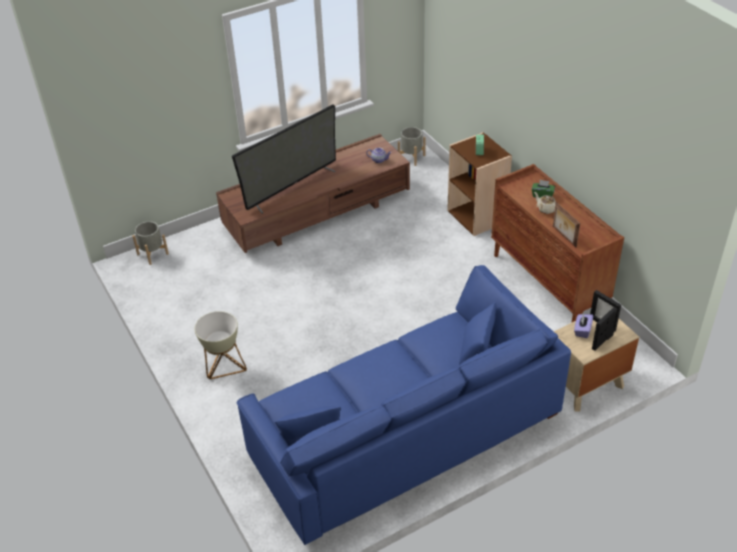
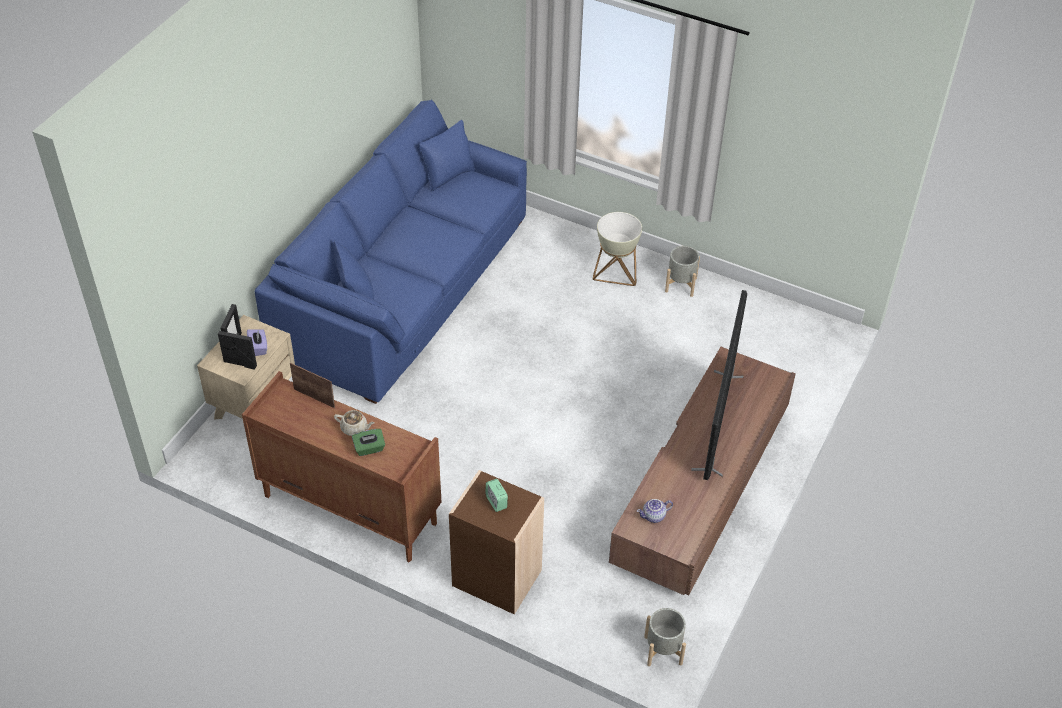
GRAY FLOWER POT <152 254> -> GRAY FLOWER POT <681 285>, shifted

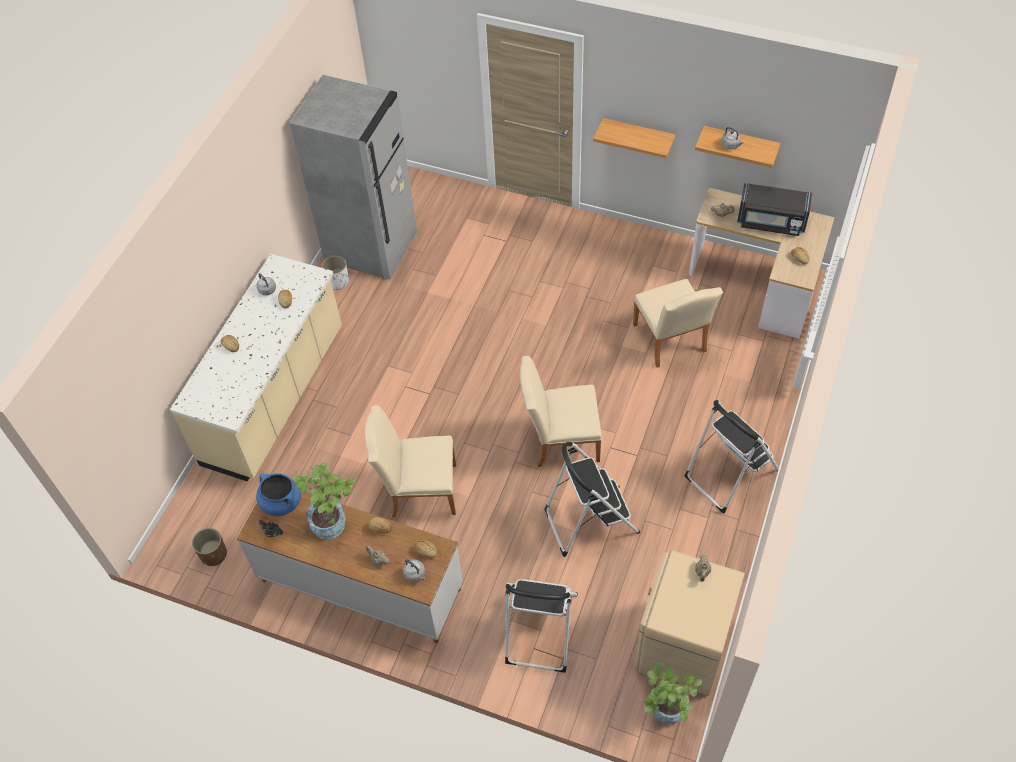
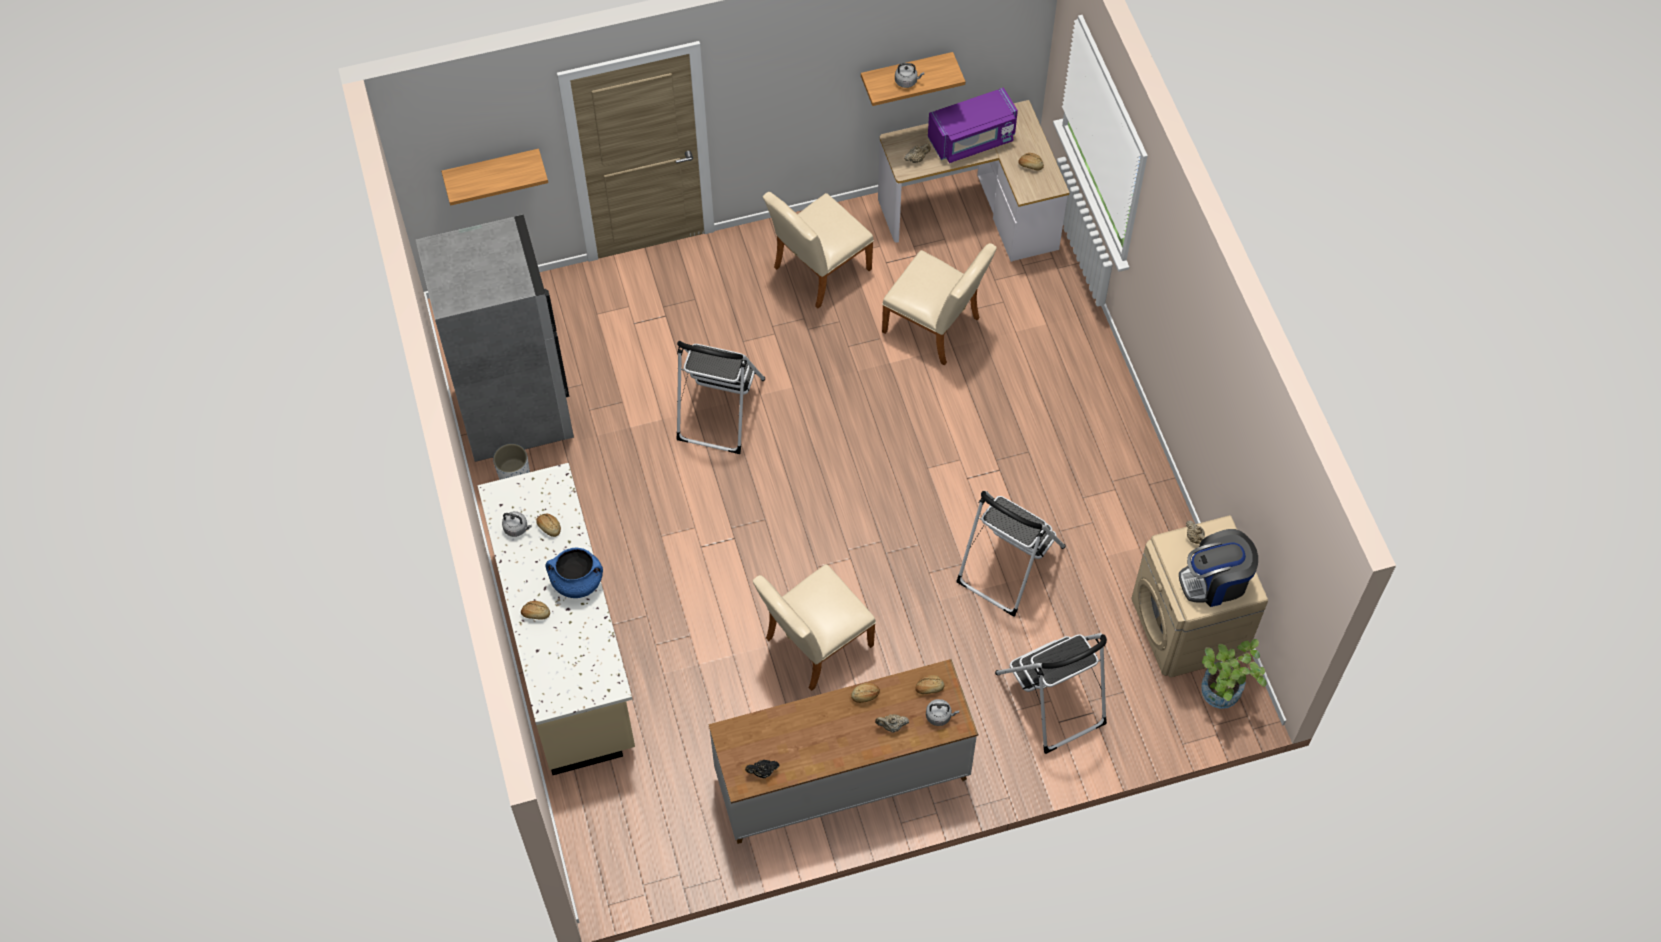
BROWN FLOWER POT <213 554> -> none
BLUE SAUCEPOT <281 502> -> BLUE SAUCEPOT <577 582>, shifted
PLANT IN A POT <333 521> -> none
BEIGE-COLOURED CHAIR <559 440> -> BEIGE-COLOURED CHAIR <817 271>, shifted
WALL SHELF <638 135> -> WALL SHELF <492 170>, shifted
STEPLADDER <729 474> -> STEPLADDER <719 411>, shifted
BLACK-COLOURED MICROWAVE OVEN <771 222> -> PURPLE MICROWAVE OVEN <972 139>
none -> COFFEE MACHINE <1215 581>

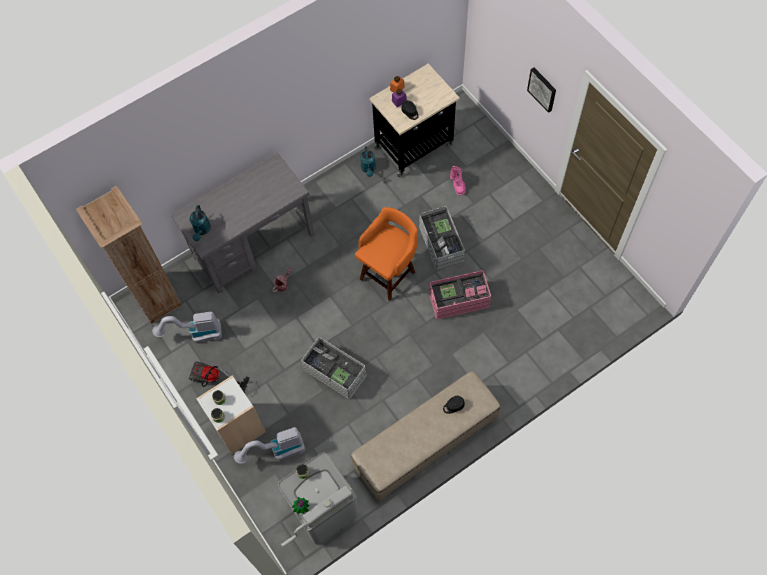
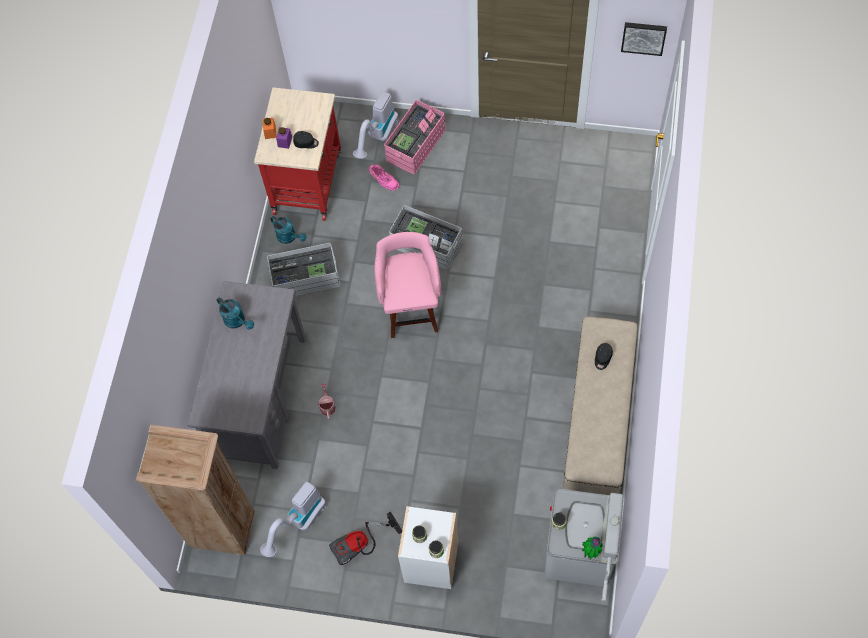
BLUE-GREEN WATERING POT <202 230> -> BLUE-GREEN WATERING POT <237 321>, shifted
VACUUM <277 451> -> VACUUM <378 137>, shifted
GRAY STORAGE CONTAINER <334 372> -> GRAY STORAGE CONTAINER <305 278>, shifted
ORANGE SITTING STOOL <389 274> -> PINK SITTING STOOL <411 310>
BLACK-COLOURED TROLLEY <413 145> -> RED-COLOURED TROLLEY <307 182>
PINK STORAGE CONTAINER <459 299> -> PINK STORAGE CONTAINER <415 144>, shifted
PICTURE <542 89> -> PICTURE <643 37>, shifted

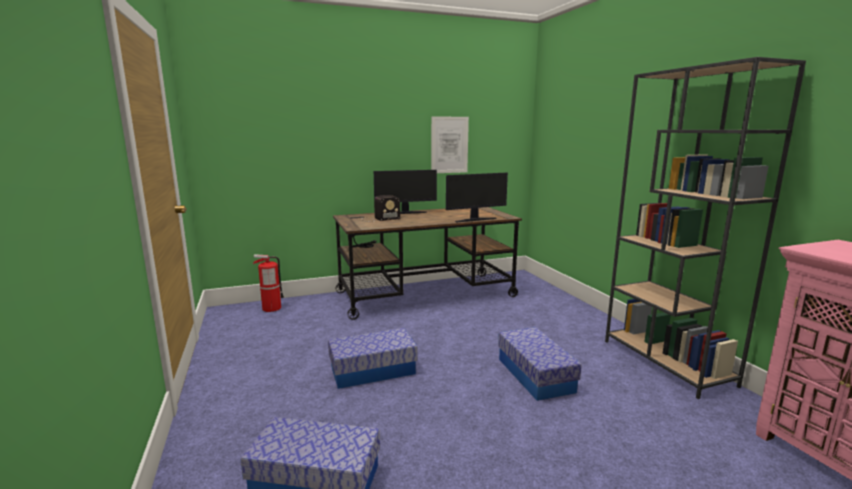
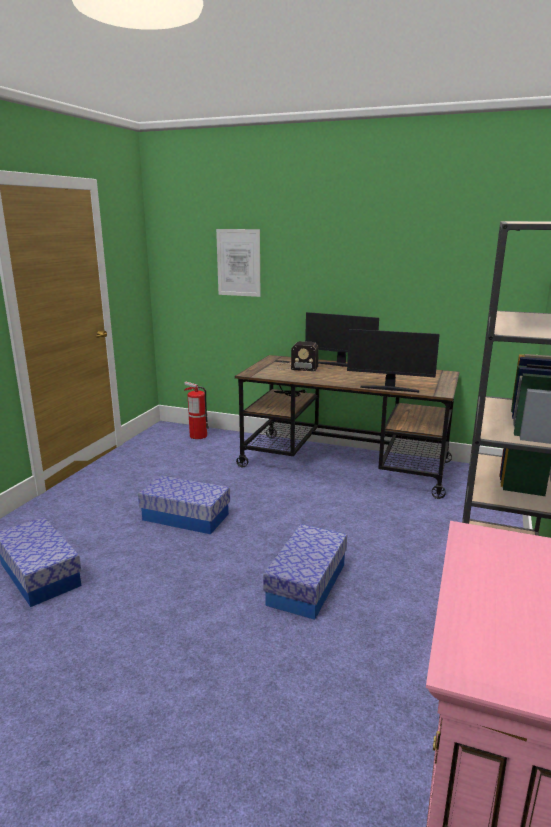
PICTURE <449 145> -> PICTURE <238 262>, shifted

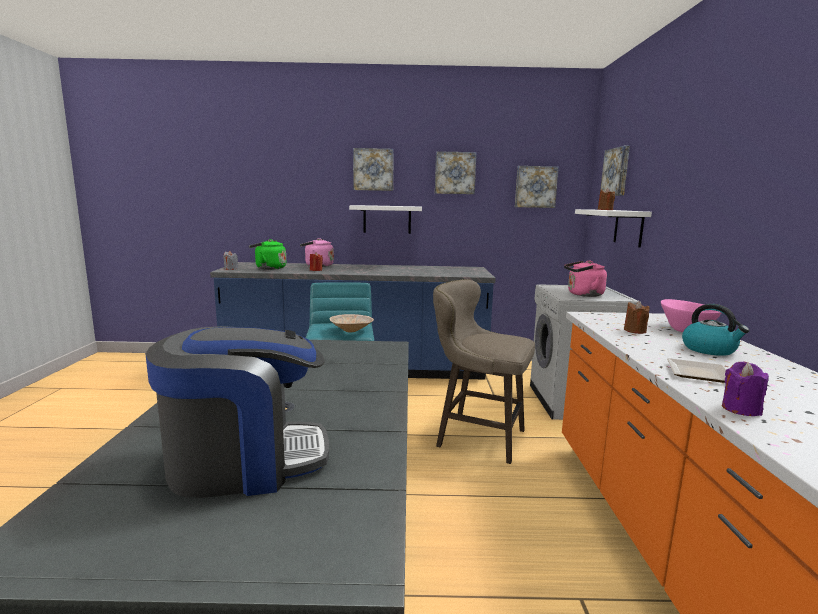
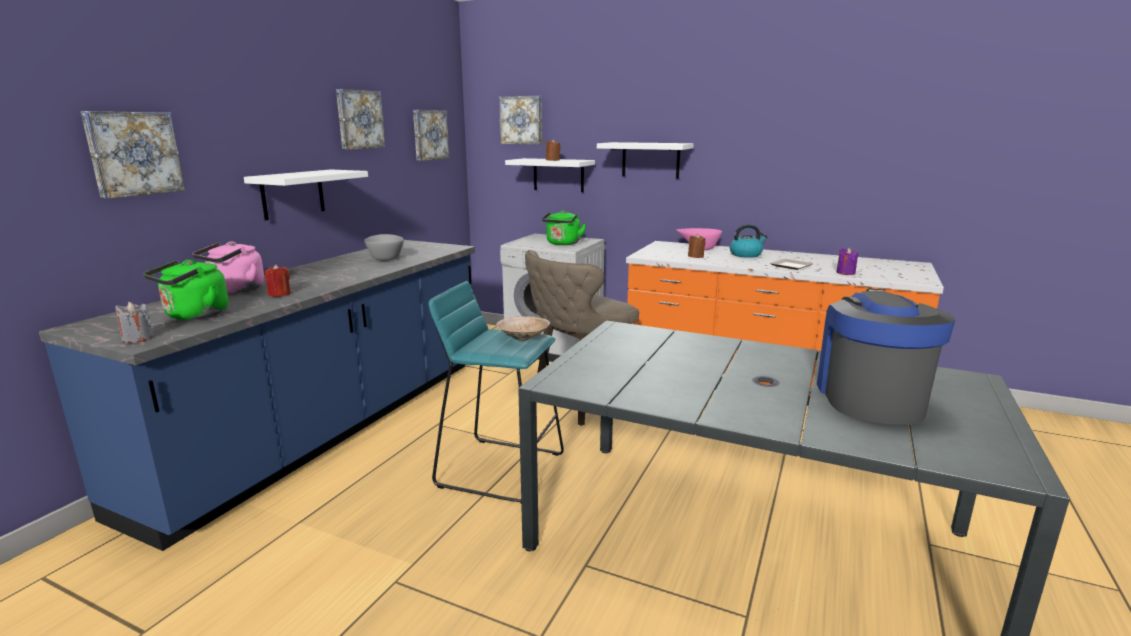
PICTURE <373 169> -> PICTURE <133 153>, shifted
PINK TEA KETTLE <583 294> -> GREEN TEA KETTLE <562 244>
none -> GRAY DEEP DISH <385 258>
none -> WHITE-COLOURED WALL SHELF <650 160>

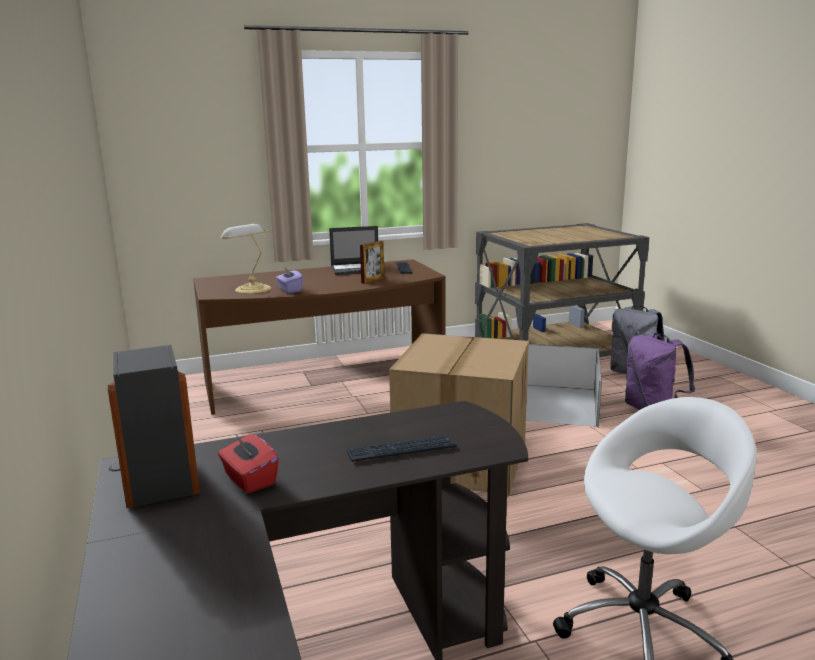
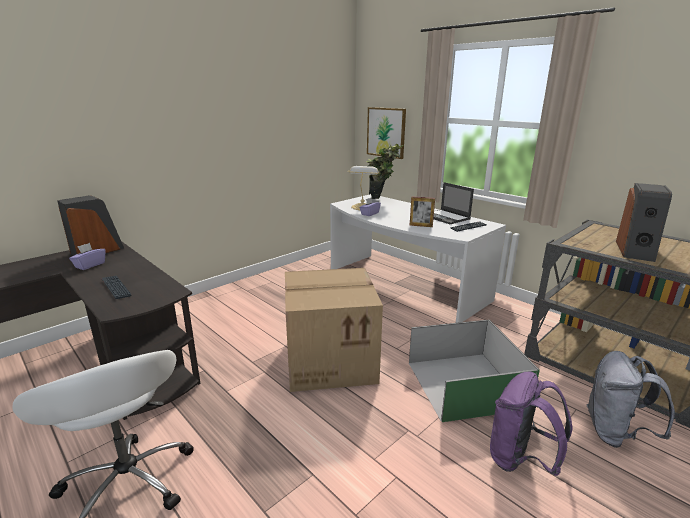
BROWN DESK TABLE <326 383> -> WHITE-COLOURED DESK TABLE <403 285>
RED-COLOURED BOX OF TISSUES <249 480> -> PURPLE BOX OF TISSUES <90 265>
none -> PLANT IN A POT <382 200>
none -> PICTURE <386 132>
none -> AUDIO SPEAKER <636 251>

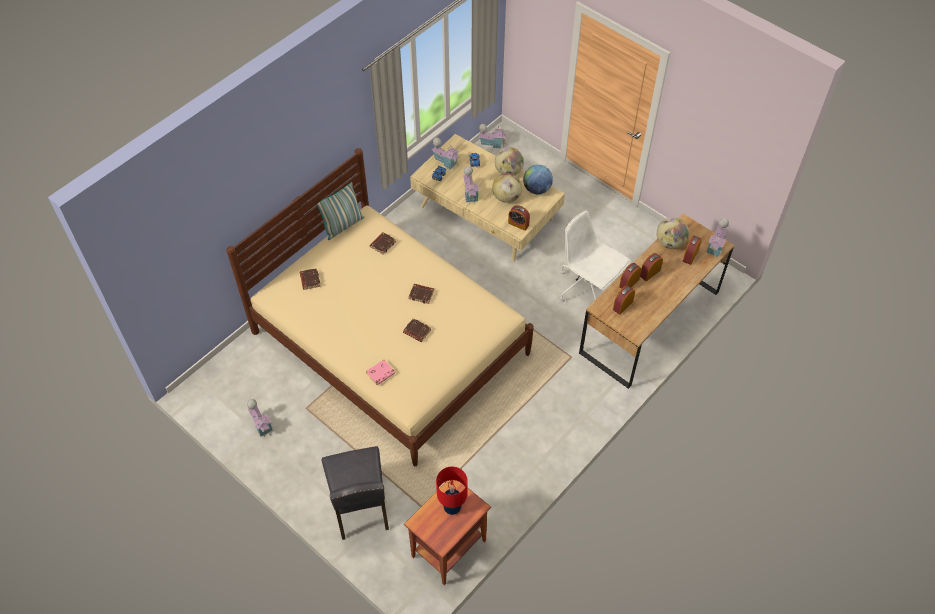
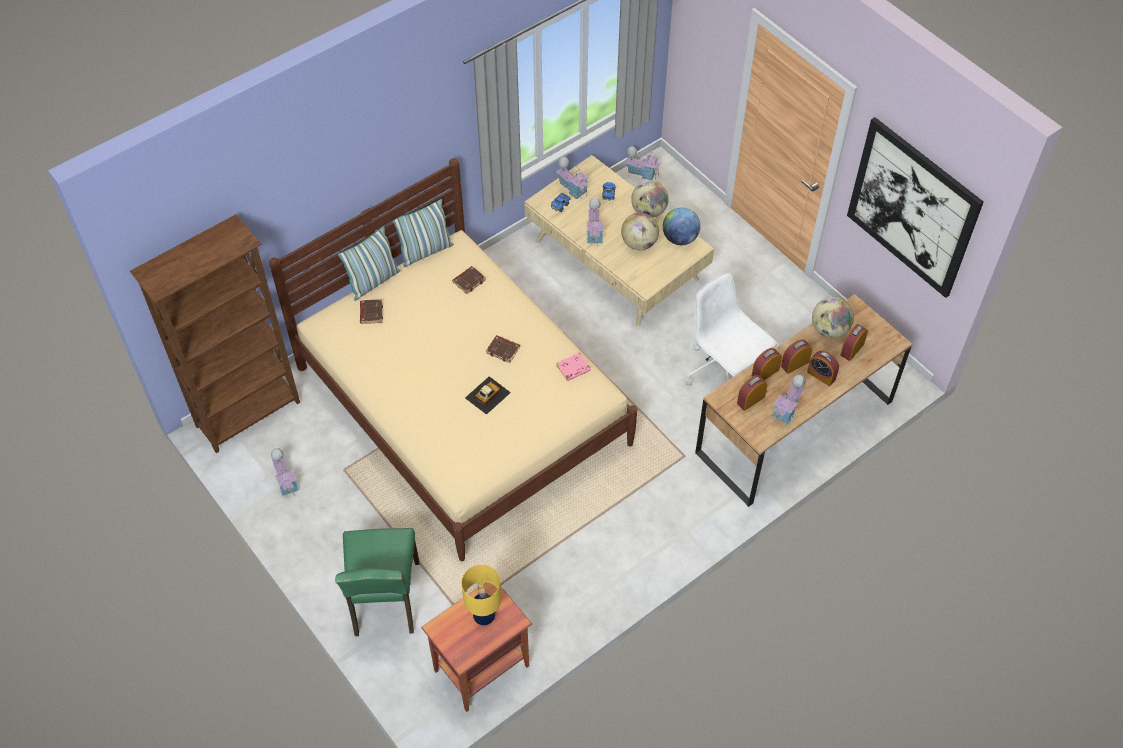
GRAY CHAIR <360 507> -> GREEN CHAIR <384 600>
PINK VOLUME <380 374> -> PINK VOLUME <573 369>, shifted
BROWN VOLUME <416 331> -> TOY CAR <487 395>
RED-COLOURED TABLE LAMP <452 507> -> YELLOW TABLE LAMP <484 617>
BEDSIDE CLOCK <518 224> -> BEDSIDE CLOCK <821 375>, shifted
MODEL HOUSE <715 247> -> MODEL HOUSE <787 410>, shifted
none -> BROWN BOOKSHELF <249 414>
none -> THROW PILLOW <373 281>
none -> PICTURE <912 207>

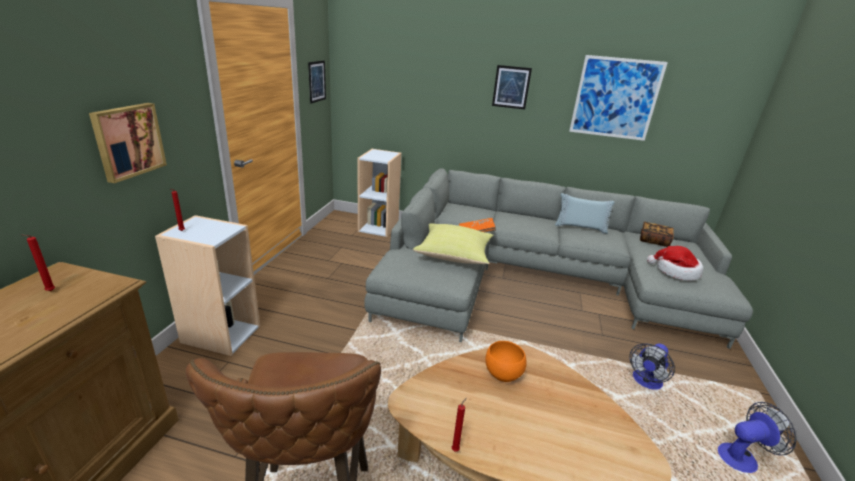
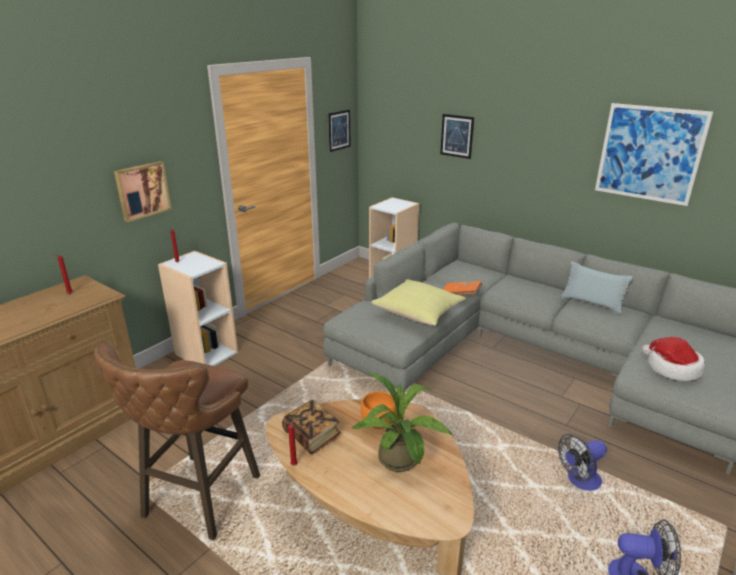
PICTURE <511 87> -> PICTURE <457 136>, shifted
VOLUME <654 241> -> VOLUME <312 436>, shifted
none -> PLANT IN A POT <402 462>

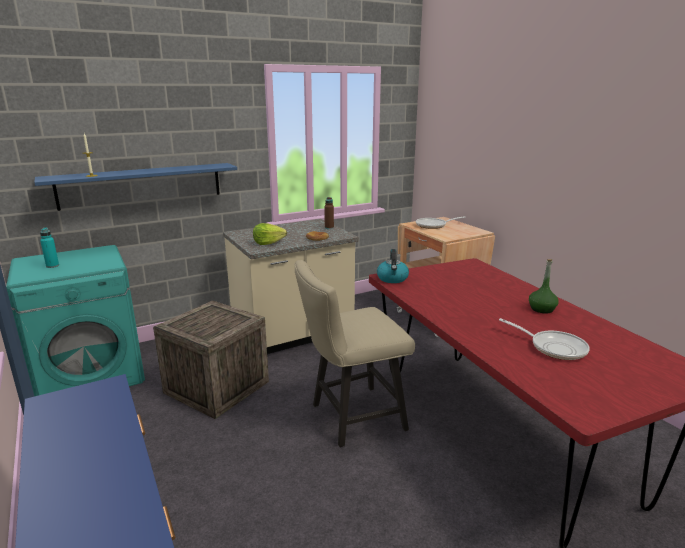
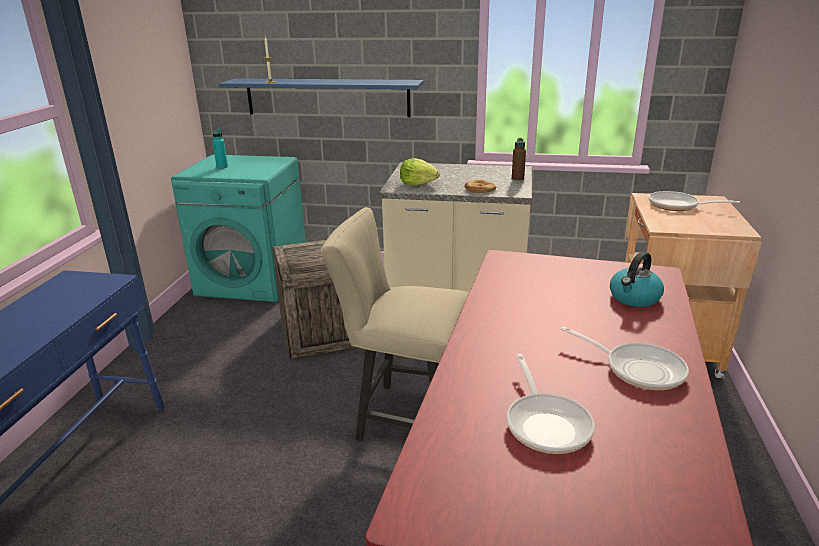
TEA KETTLE <392 279> -> TEA KETTLE <634 298>, shifted
GREEN BOTTLE <541 309> -> FRYING PAN <638 369>

